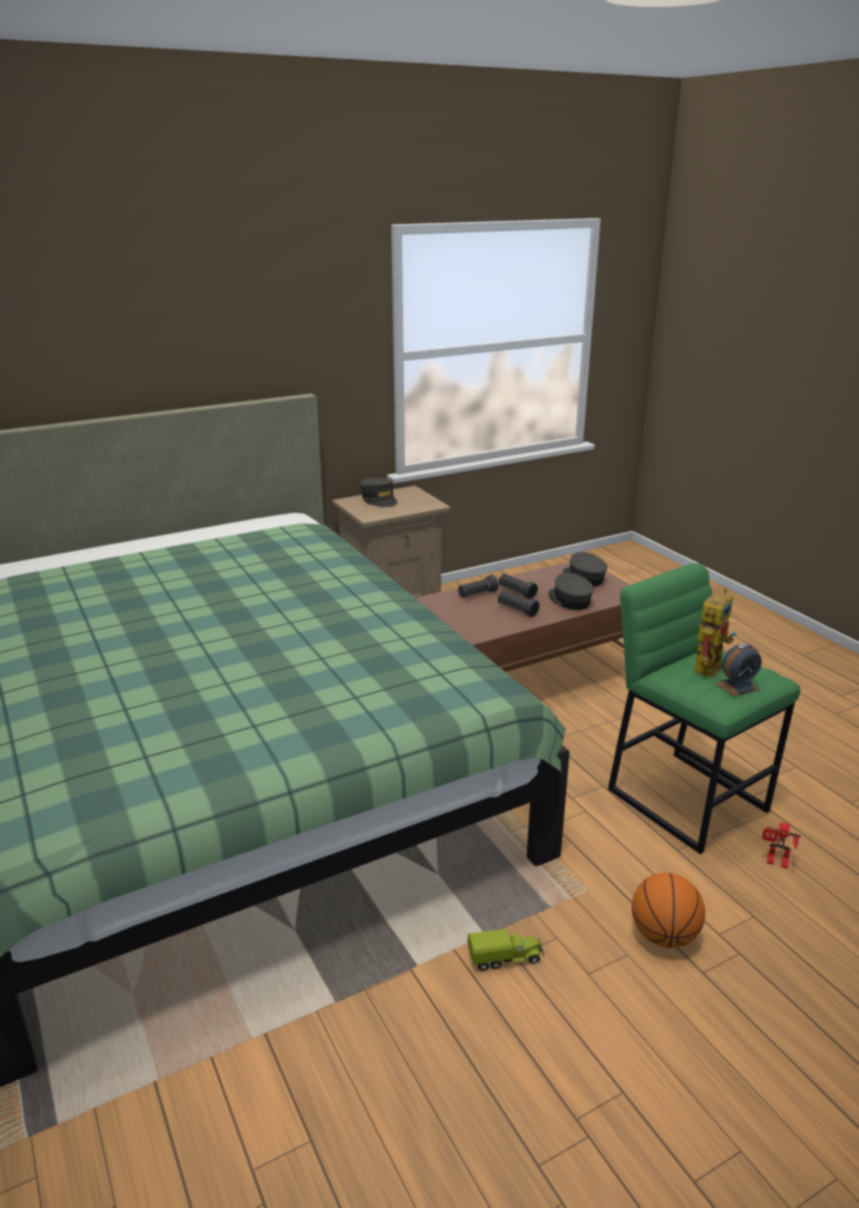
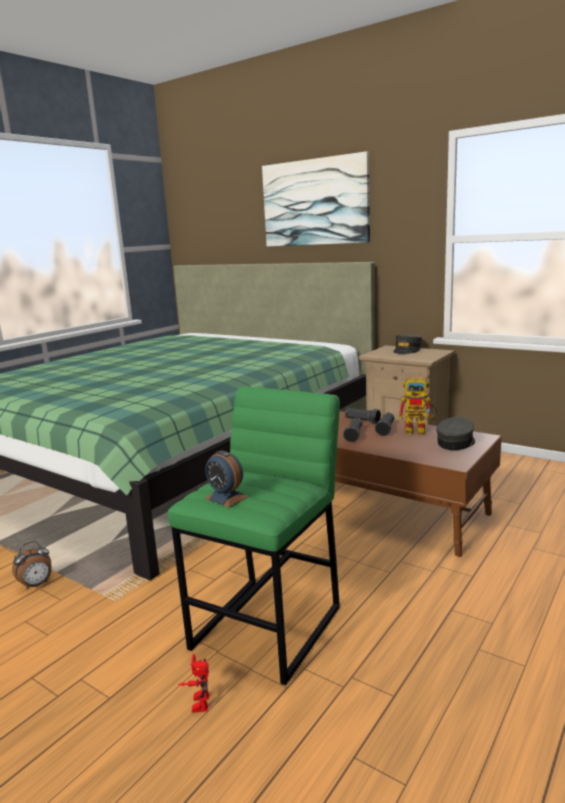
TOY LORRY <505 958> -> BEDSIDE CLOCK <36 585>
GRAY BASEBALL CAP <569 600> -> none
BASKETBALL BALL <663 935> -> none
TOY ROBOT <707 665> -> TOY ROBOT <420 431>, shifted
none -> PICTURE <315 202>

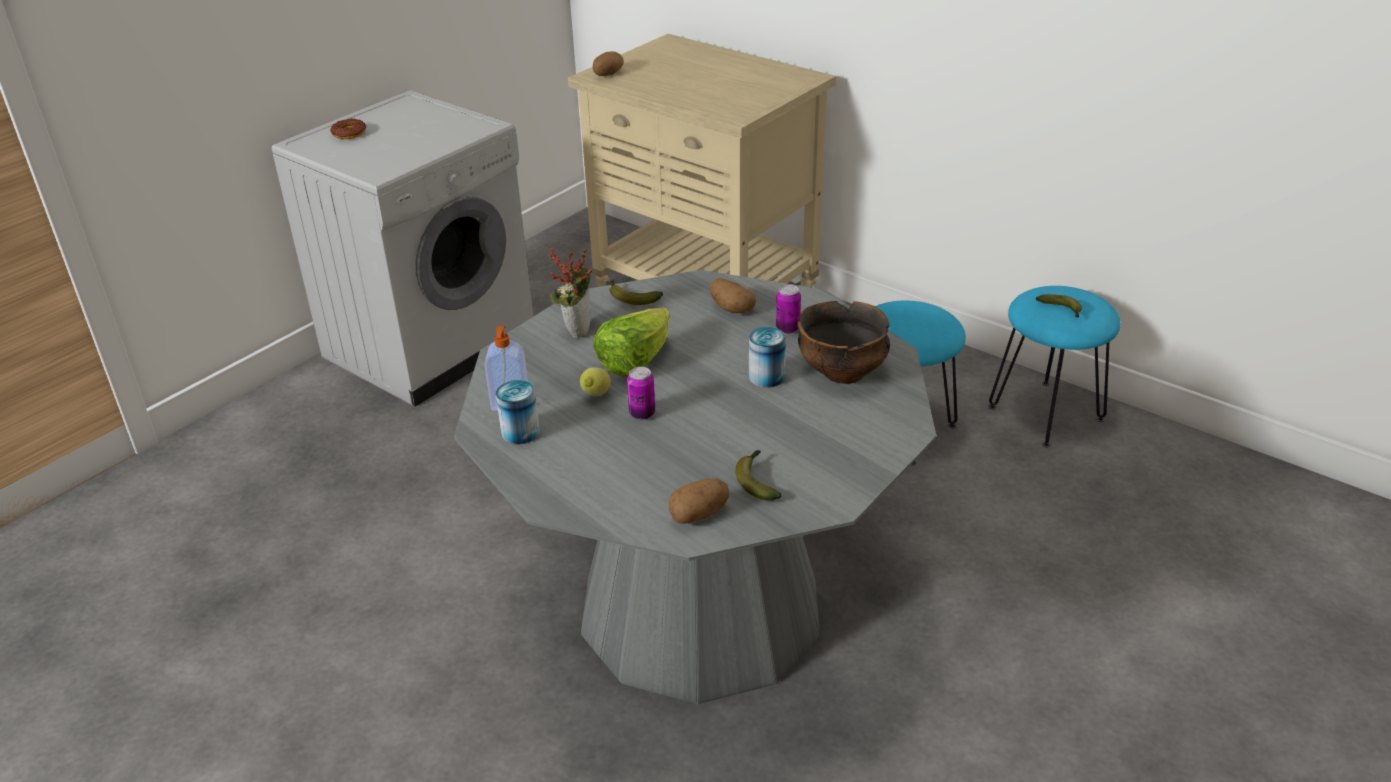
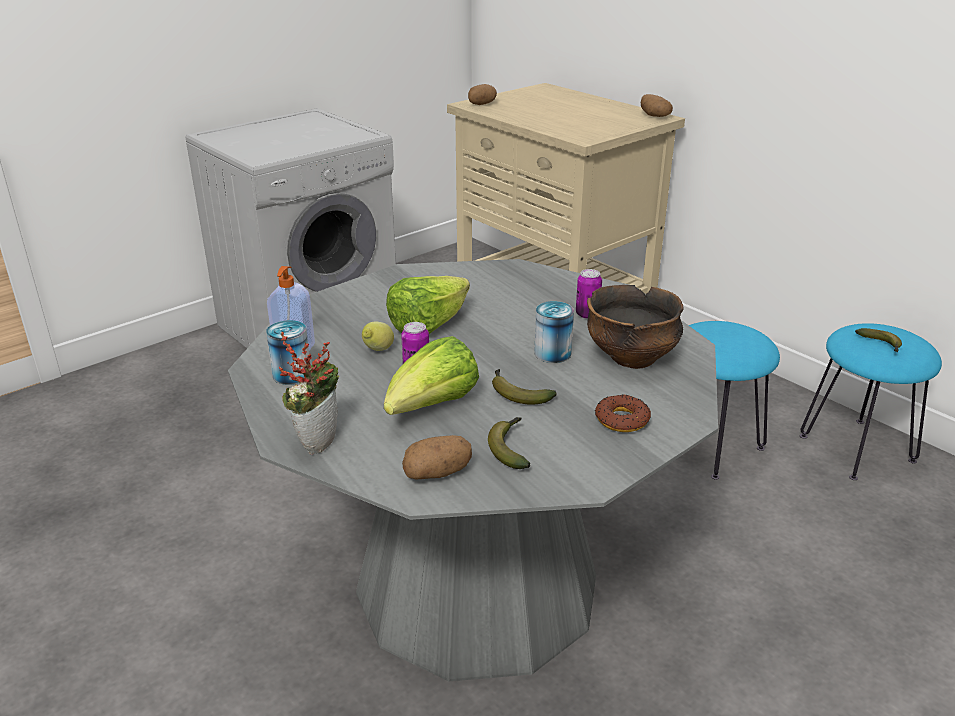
DONUT <349 133> -> DONUT <621 419>, shifted
PLANT IN A POT <576 329> -> PLANT IN A POT <317 440>, shifted
BANANA <631 297> -> BANANA <517 393>, shifted
POTATO <730 308> -> POTATO <653 116>, shifted
none -> LETTUCE HEAD <432 407>

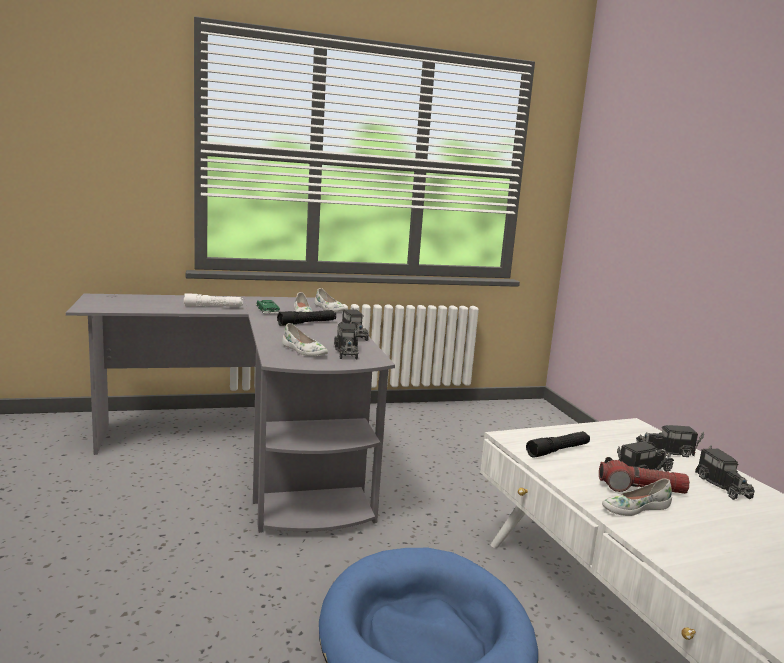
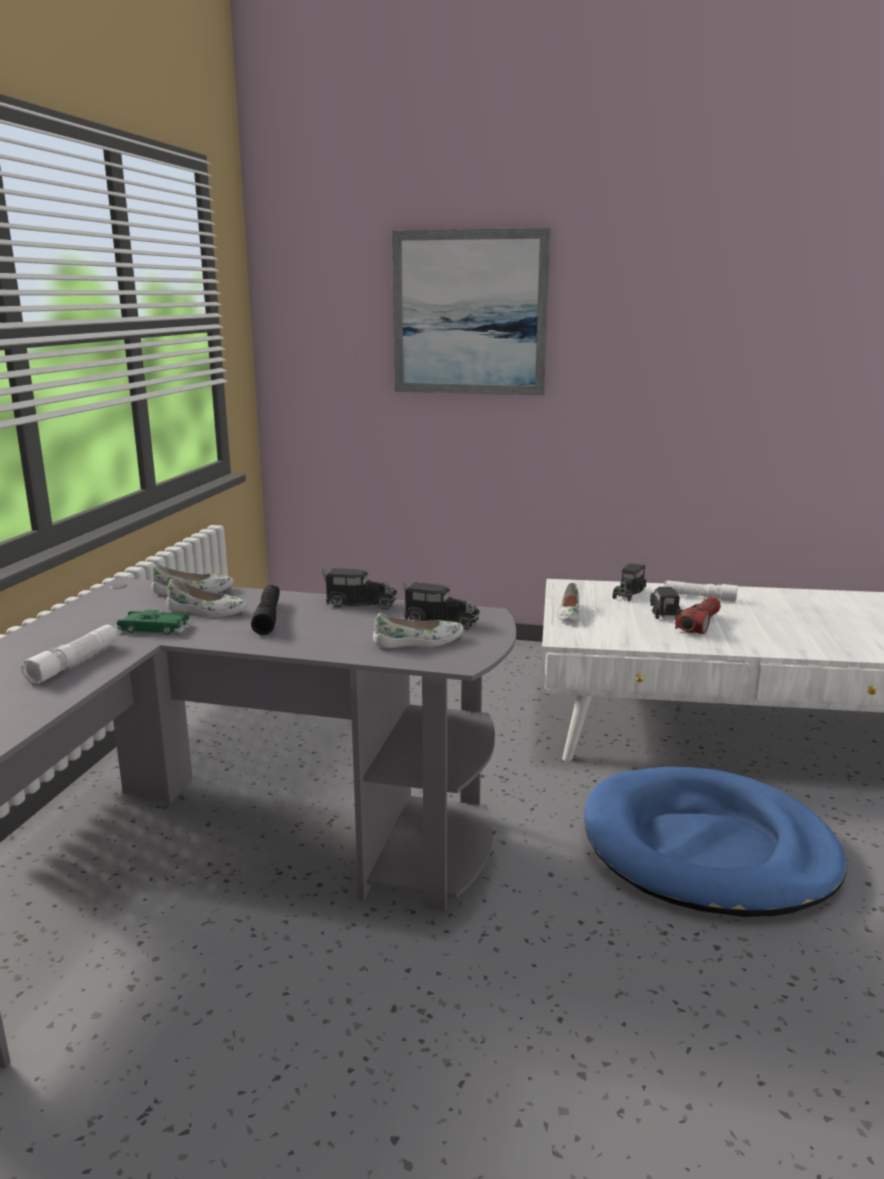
BLACK-COLOURED FLASHLIGHT <558 450> -> none
WHITE-COLOURED ITEM OF FOOTWEAR <634 508> -> WHITE-COLOURED ITEM OF FOOTWEAR <568 614>, shifted
TOY LORRY <721 484> -> WHITE-COLOURED FLASHLIGHT <699 597>
none -> PICTURE <469 313>

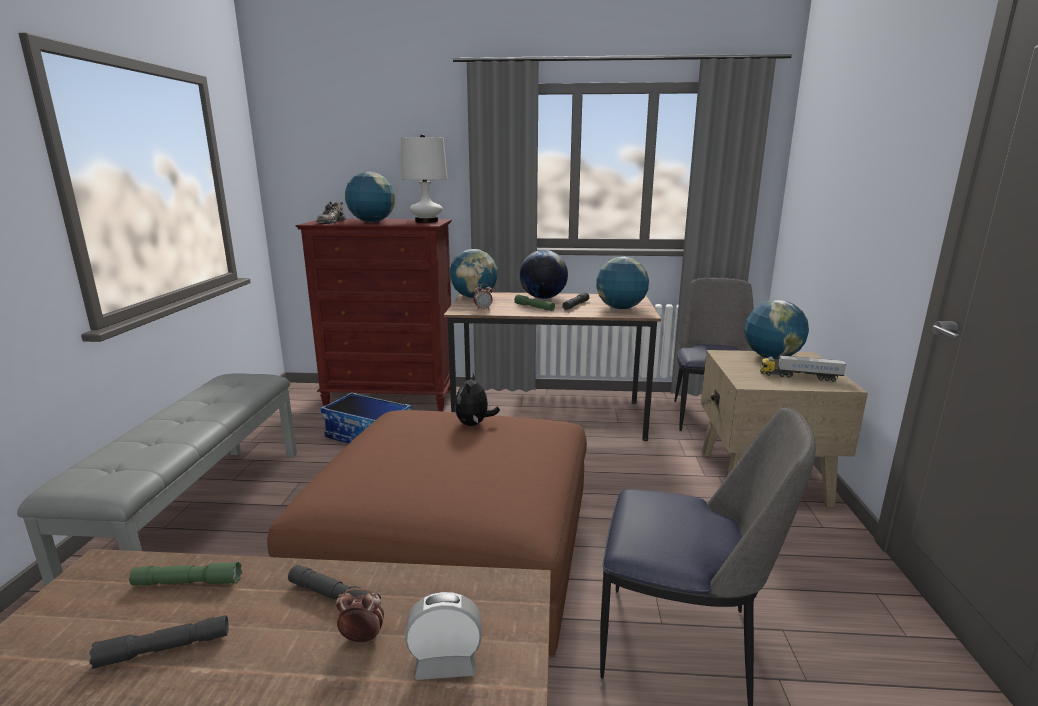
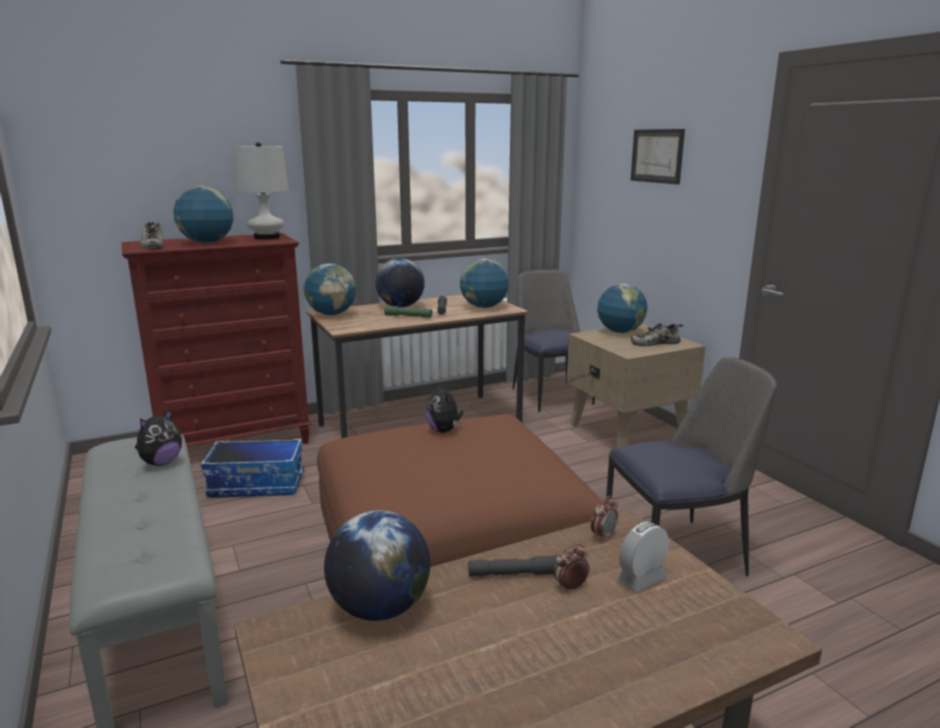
GRAY FLASHLIGHT <164 649> -> none
GREEN FLASHLIGHT <187 582> -> GLOBE <379 608>
BEDSIDE CLOCK <483 309> -> BEDSIDE CLOCK <603 536>, shifted
TOY LORRY <800 376> -> ITEM OF FOOTWEAR <655 342>
none -> CUDDLY TOY <161 462>
none -> PICTURE <657 156>

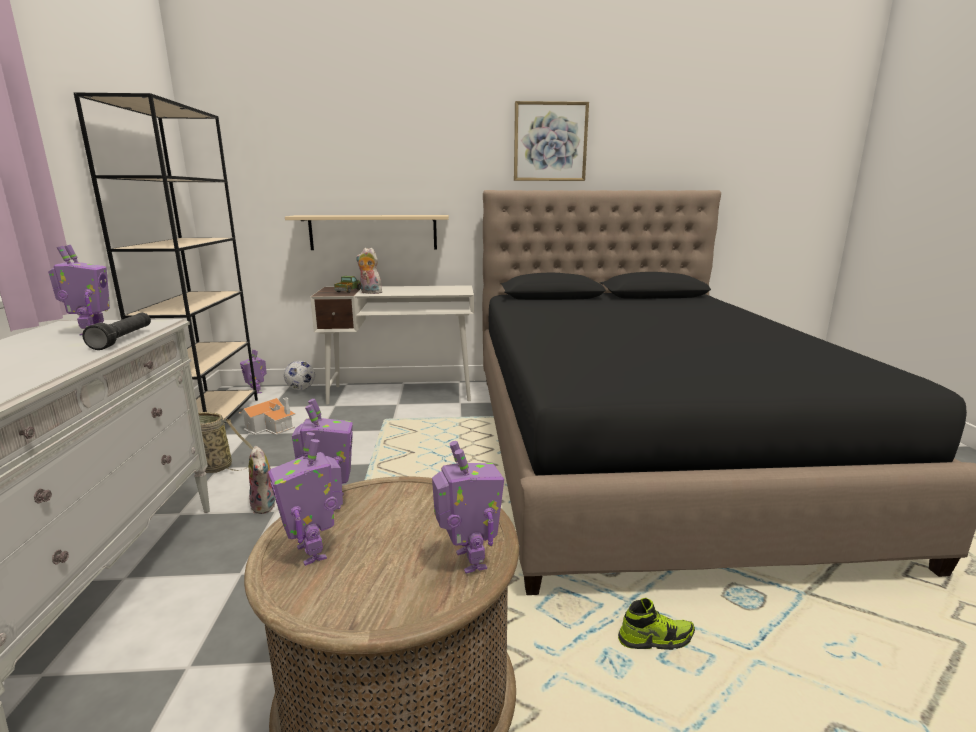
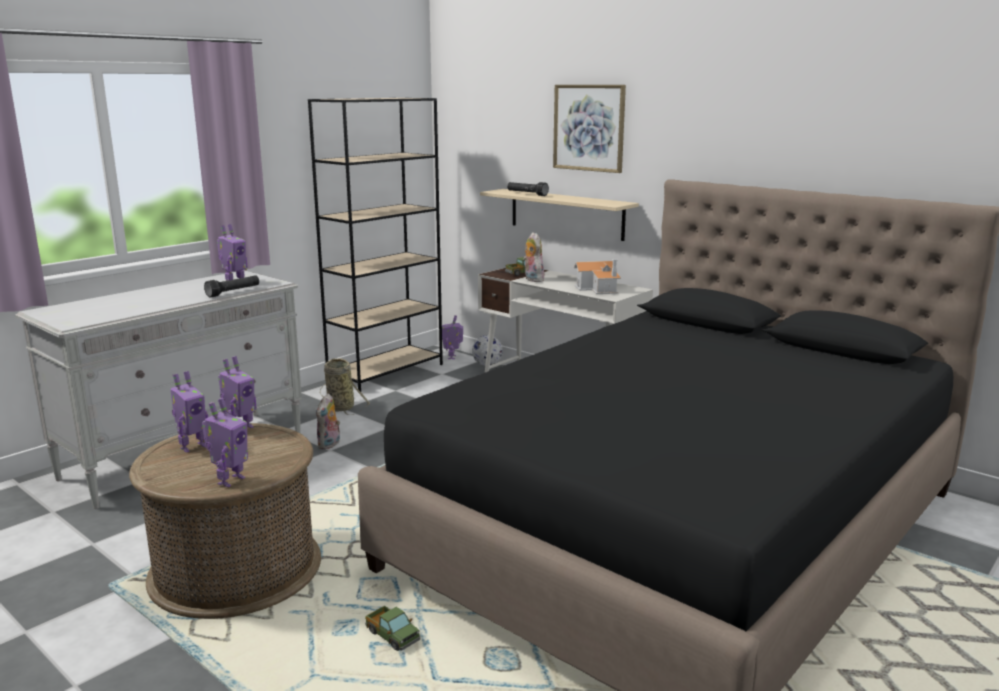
MODEL HOUSE <271 427> -> MODEL HOUSE <599 289>, shifted
TOY ROBOT <314 551> -> TOY ROBOT <192 447>, 150 degrees counterclockwise
PICTURE <550 142> -> PICTURE <589 128>, shifted
ITEM OF FOOTWEAR <655 639> -> TOY LORRY <392 636>
none -> BLACK-COLOURED FLASHLIGHT <527 194>

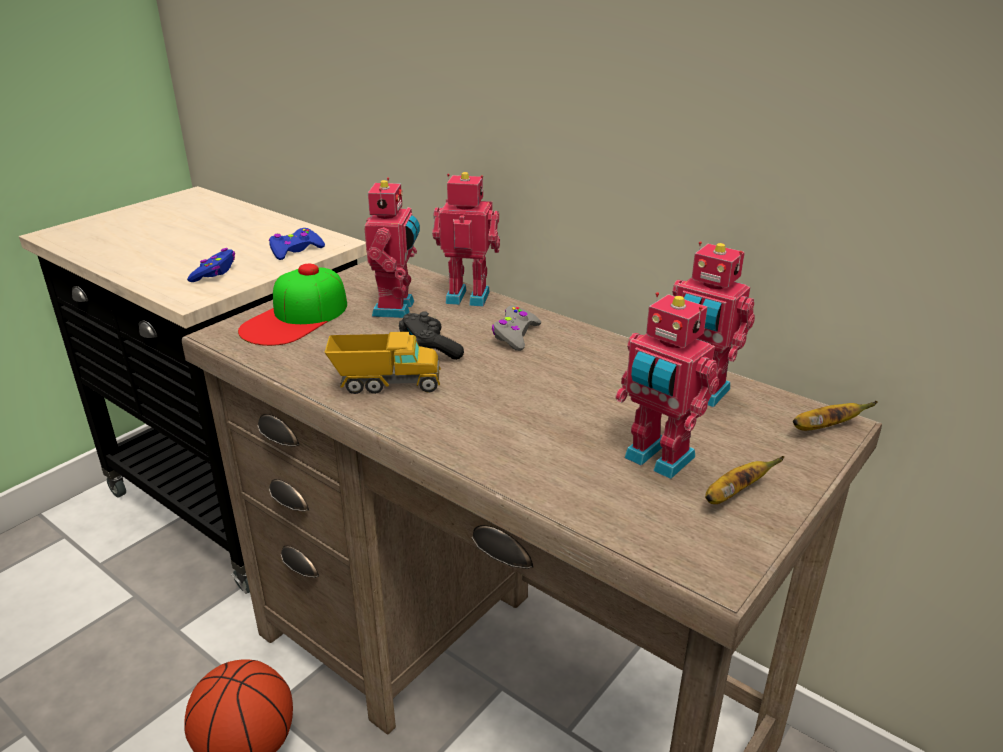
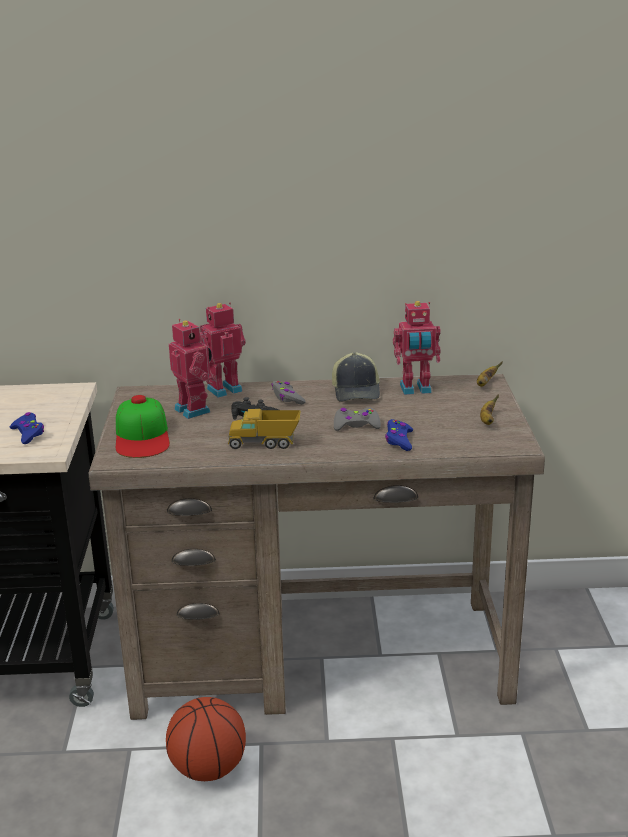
BLUE GAMEPAD <295 250> -> BLUE GAMEPAD <399 440>, shifted
TOY LORRY <386 384> -> TOY LORRY <265 444>, 135 degrees counterclockwise
TOY ROBOT <657 459> -> none
none -> BASEBALL CAP <357 391>
none -> GRAY GAMEPAD <356 425>

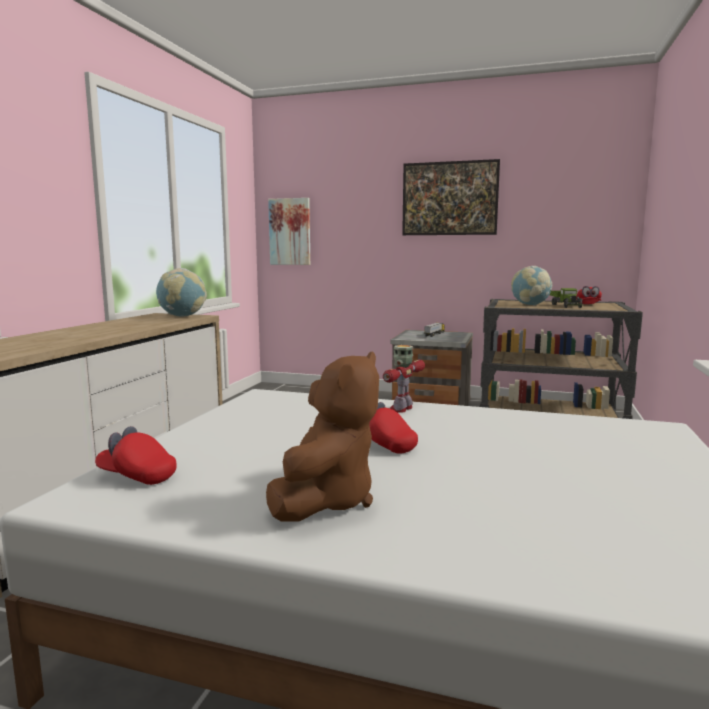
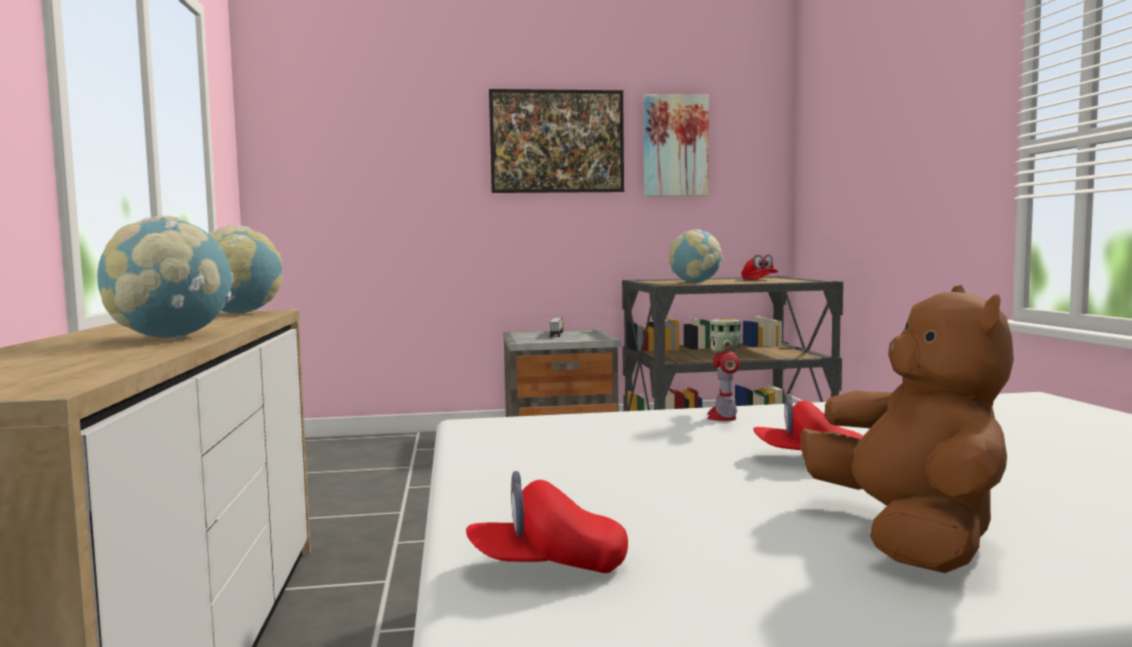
PICTURE <290 232> -> PICTURE <675 146>, shifted
TOY LORRY <565 306> -> none
none -> GLOBE <170 338>

